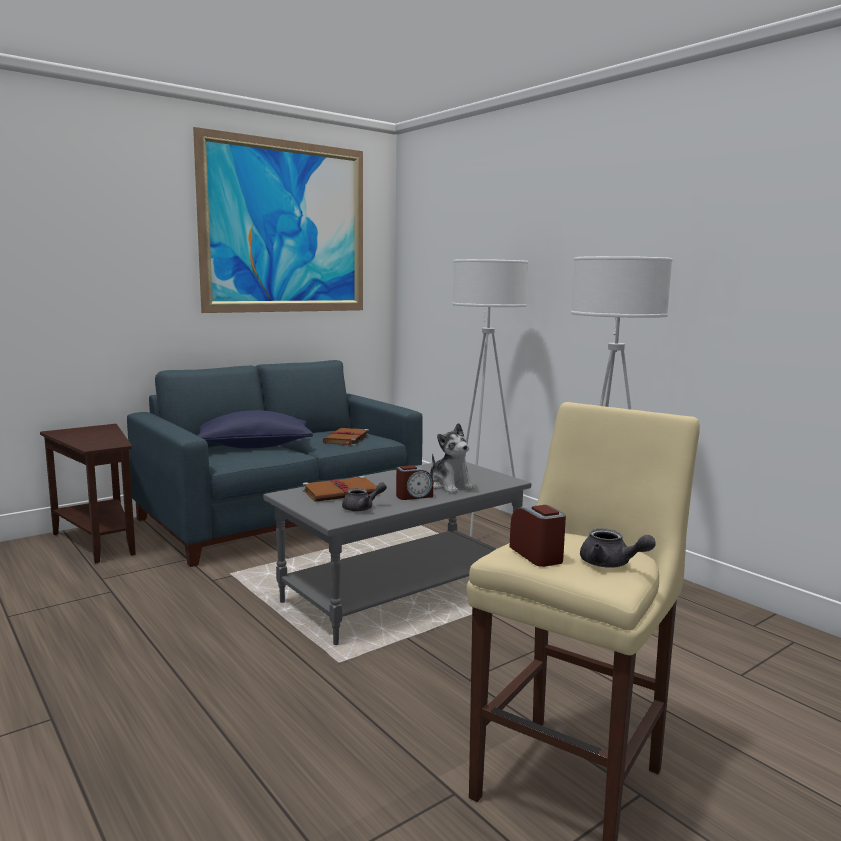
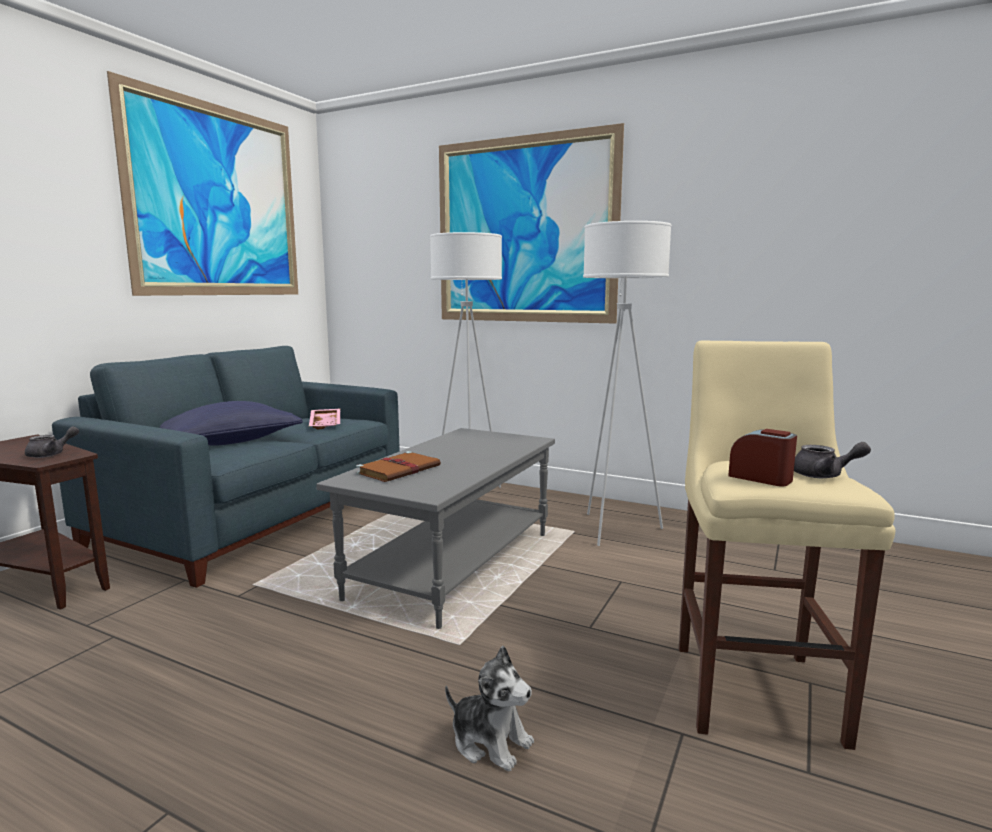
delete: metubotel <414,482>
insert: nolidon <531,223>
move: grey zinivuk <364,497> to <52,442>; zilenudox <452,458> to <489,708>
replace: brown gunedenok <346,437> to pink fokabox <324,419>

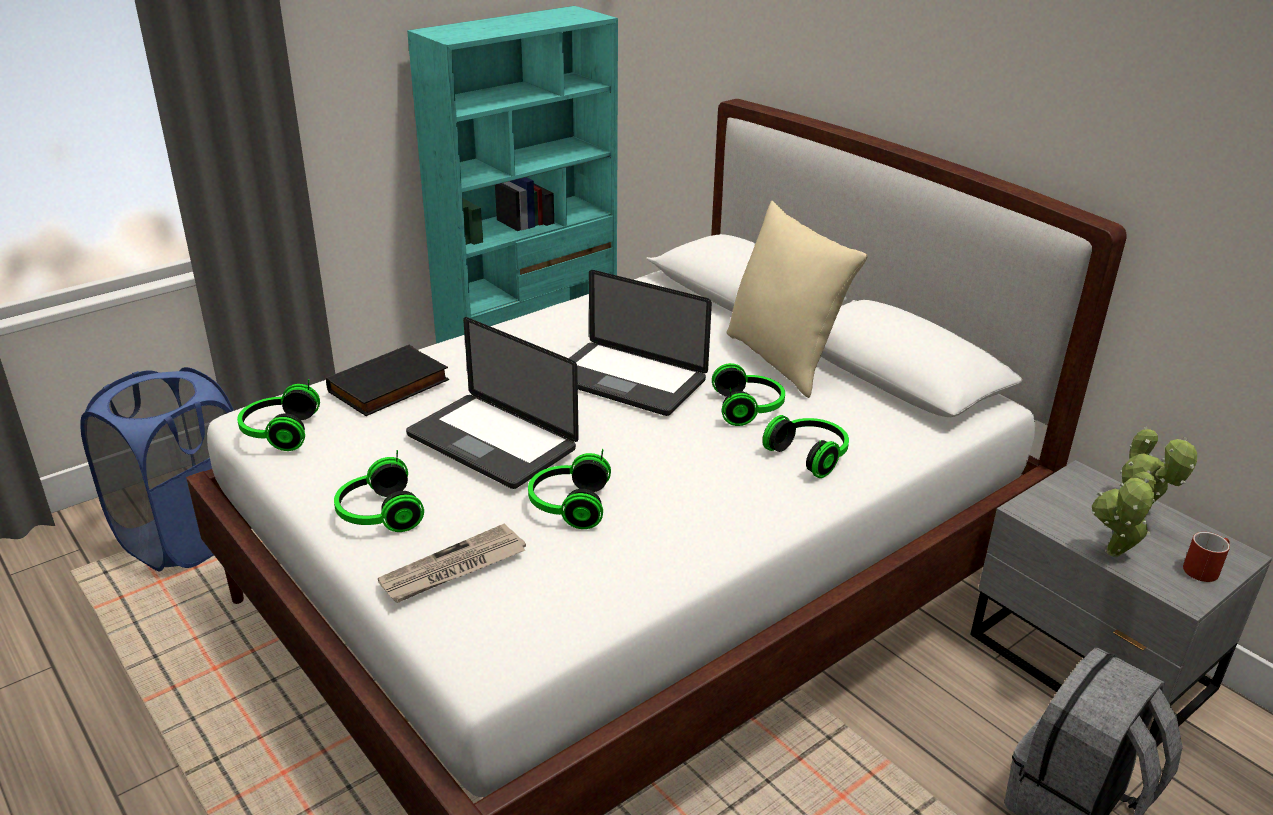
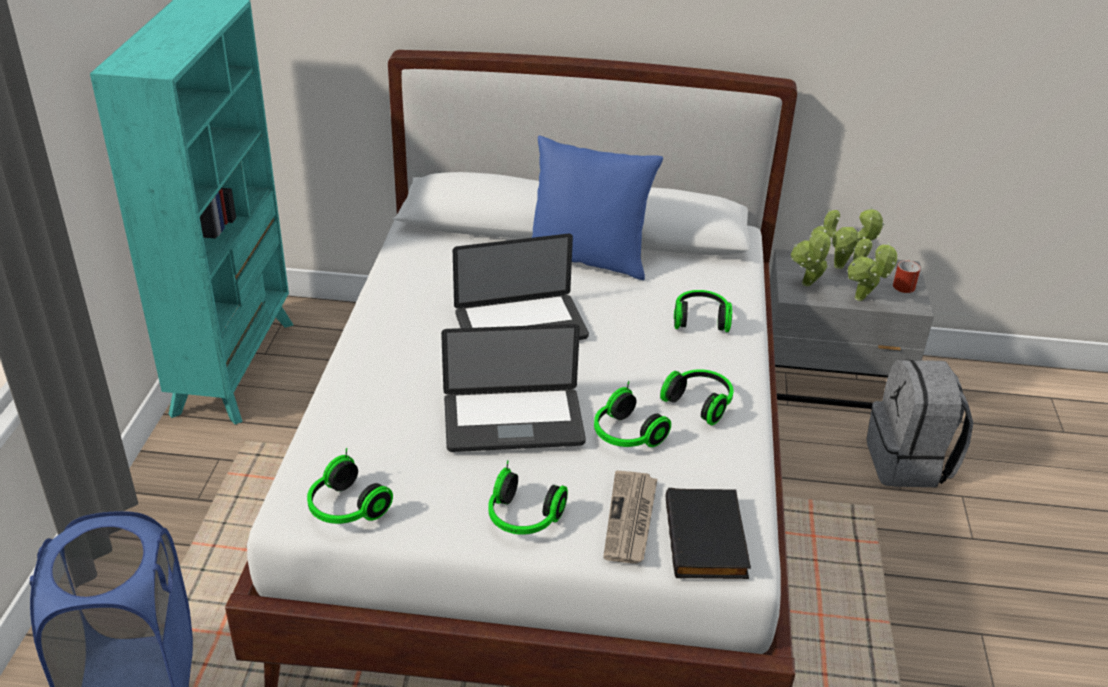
insert: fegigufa <811,256>
move: black gunedenok <387,380> to <708,533>; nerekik <748,394> to <697,397>
recolor: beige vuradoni <797,299> to blue vuradoni <597,207>

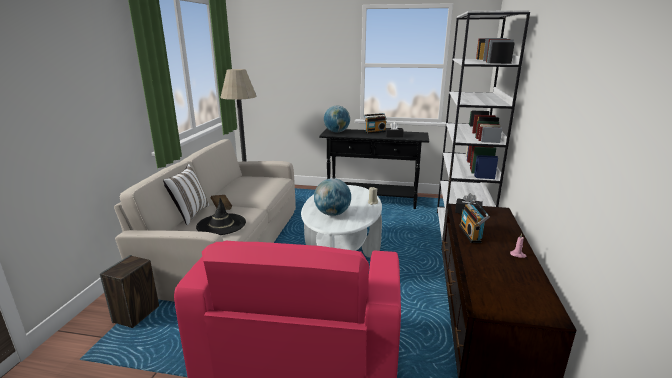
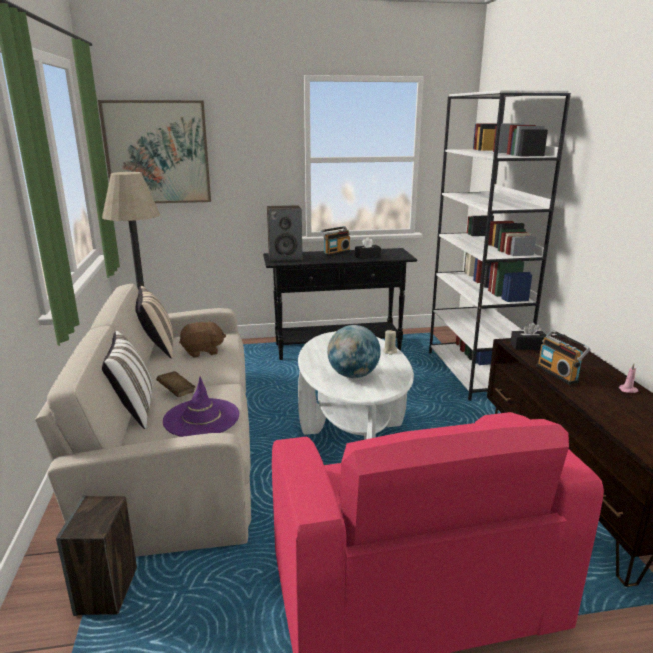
insert: nolidon <154,151>; beige vuradoni <154,322>; brown zilenudox <202,339>
replace: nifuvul <337,119> to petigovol <284,233>
recolor: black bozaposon <221,216> to purple bozaposon <201,407>

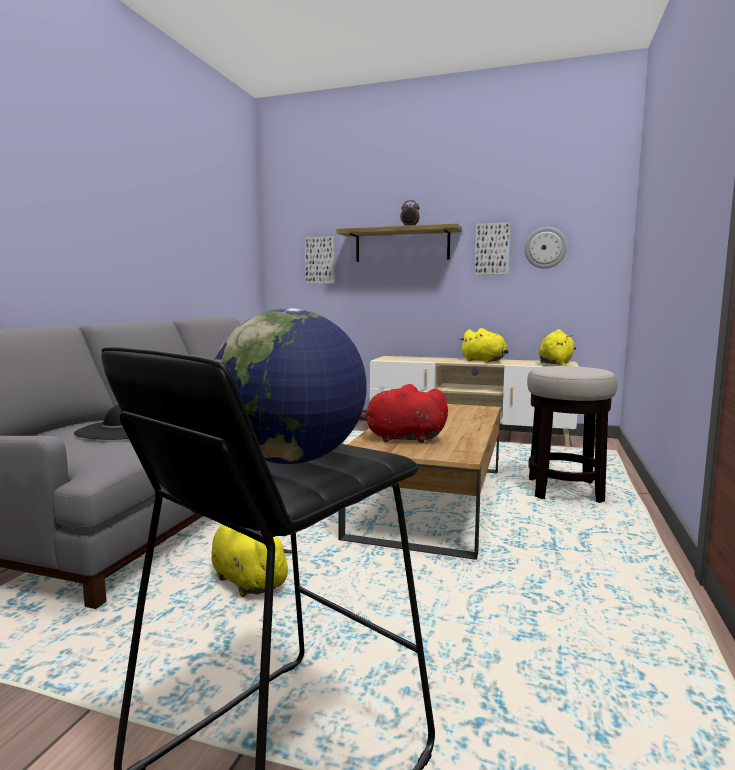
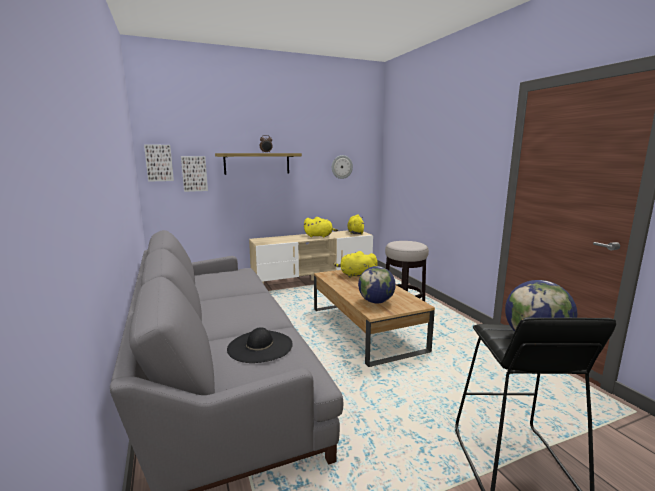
move: yellow zilenudox <251,560> to <355,264>; nolidon <492,248> to <159,163>
replace: red zilenudox <404,413> to nifuvul <377,284>

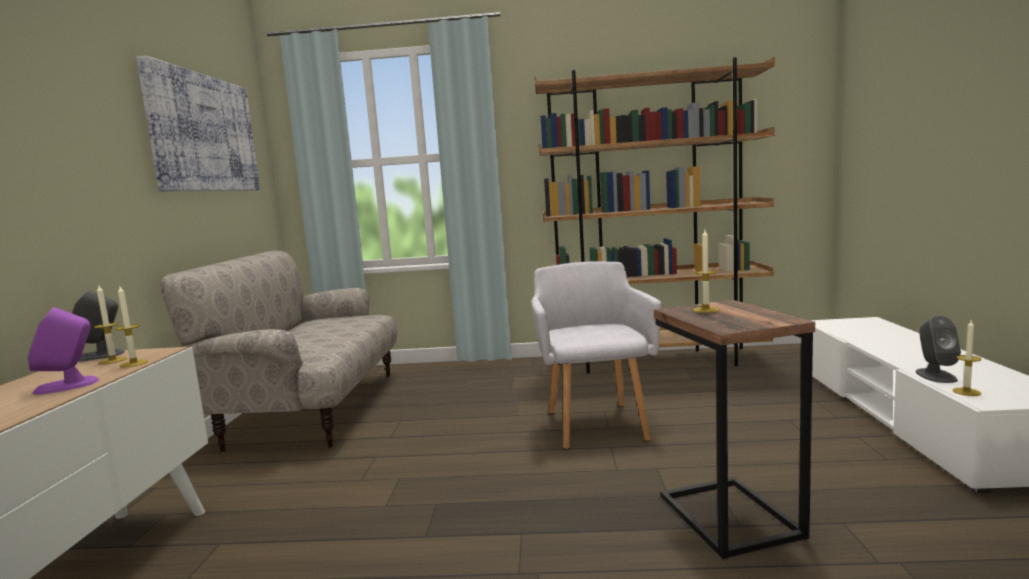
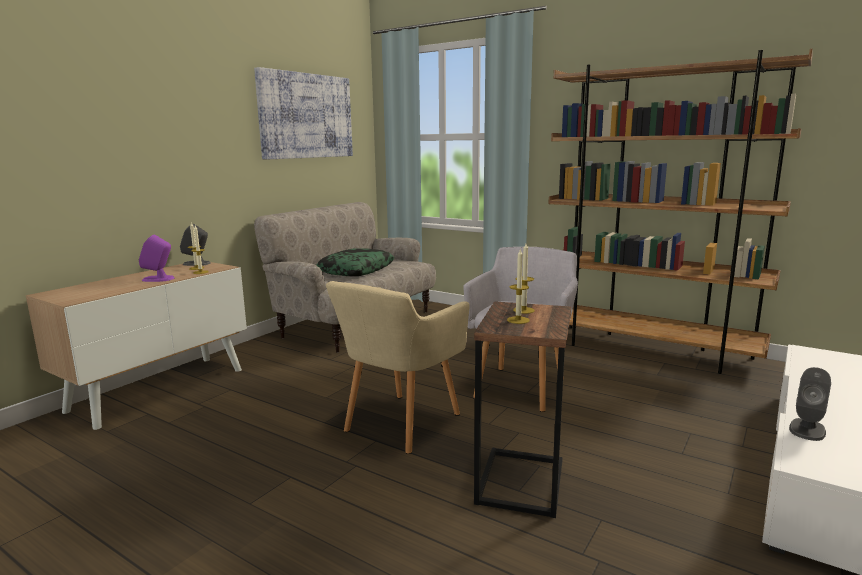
insert: vuradoni <355,262>; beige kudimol <398,367>
move: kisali <967,357> to <518,286>

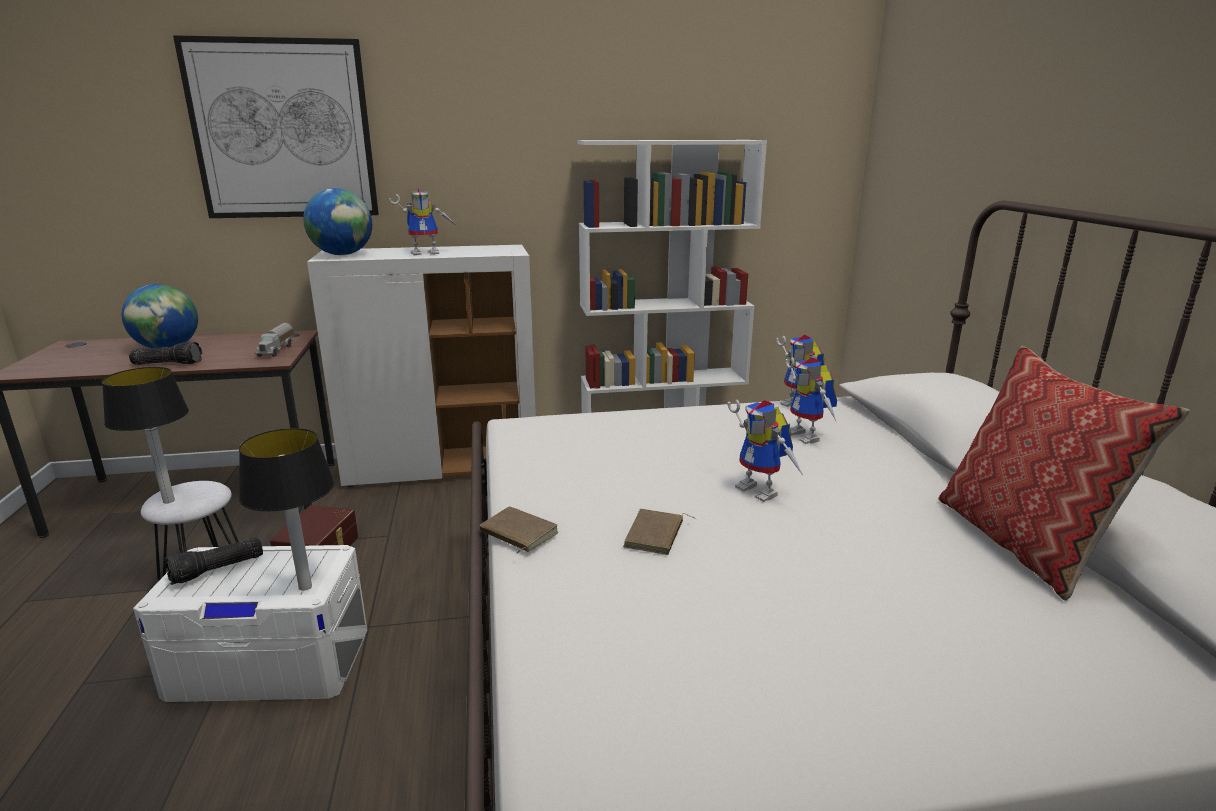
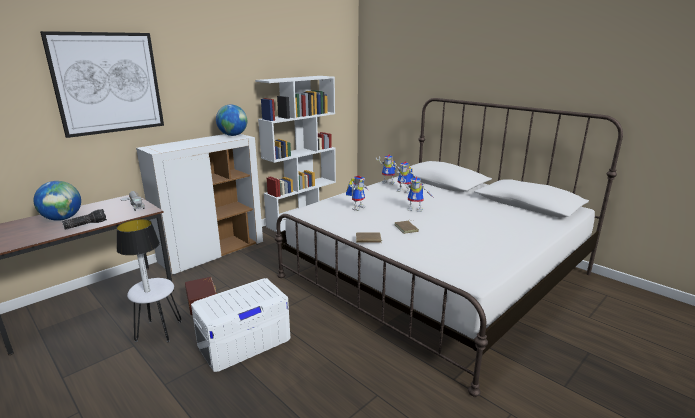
delete: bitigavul <214,561>; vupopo <286,509>; vuradoni <1064,473>
move: nifuvul <337,221> to <231,120>; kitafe <423,221> to <357,193>

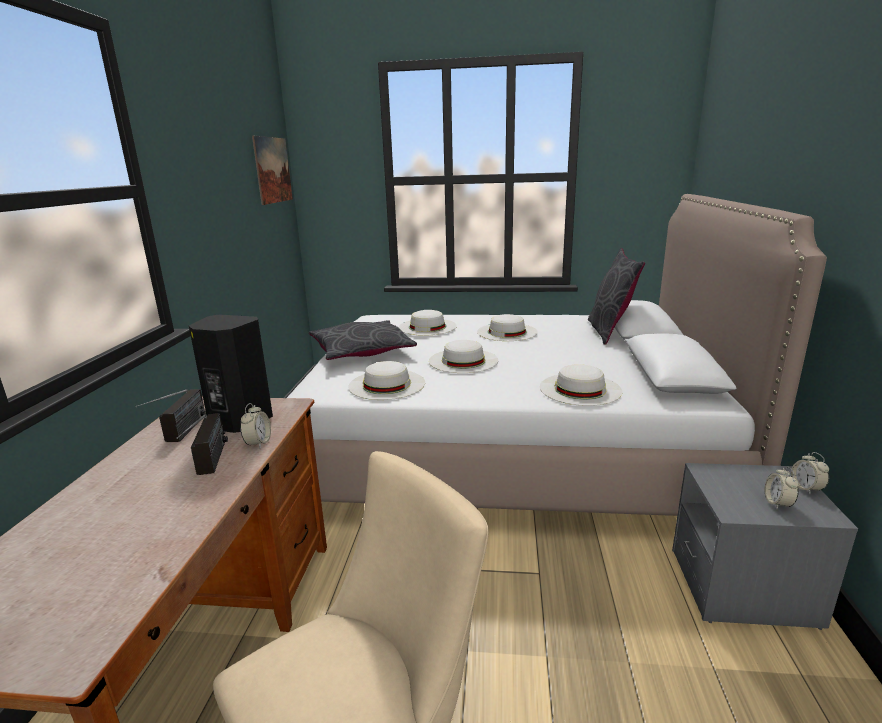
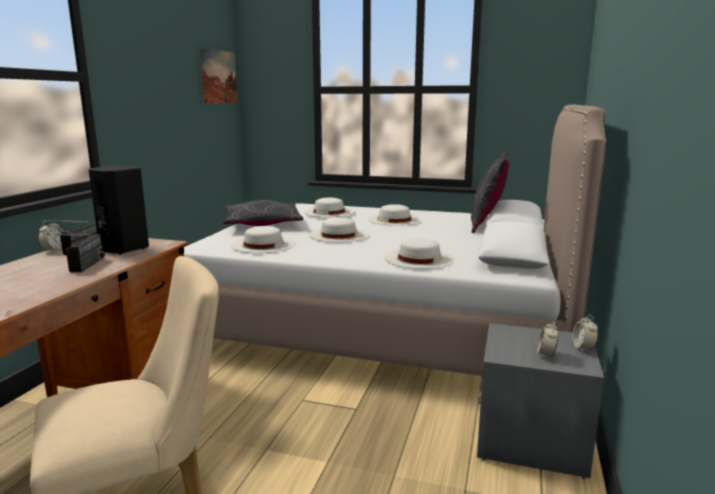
move: metubotel <255,425> to <51,237>

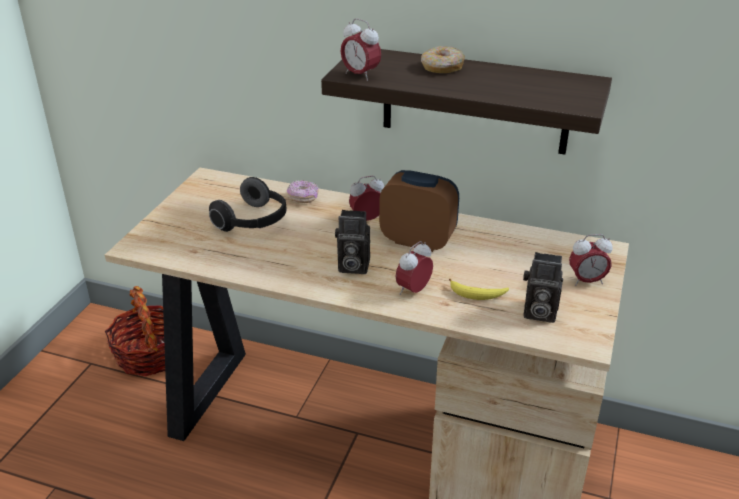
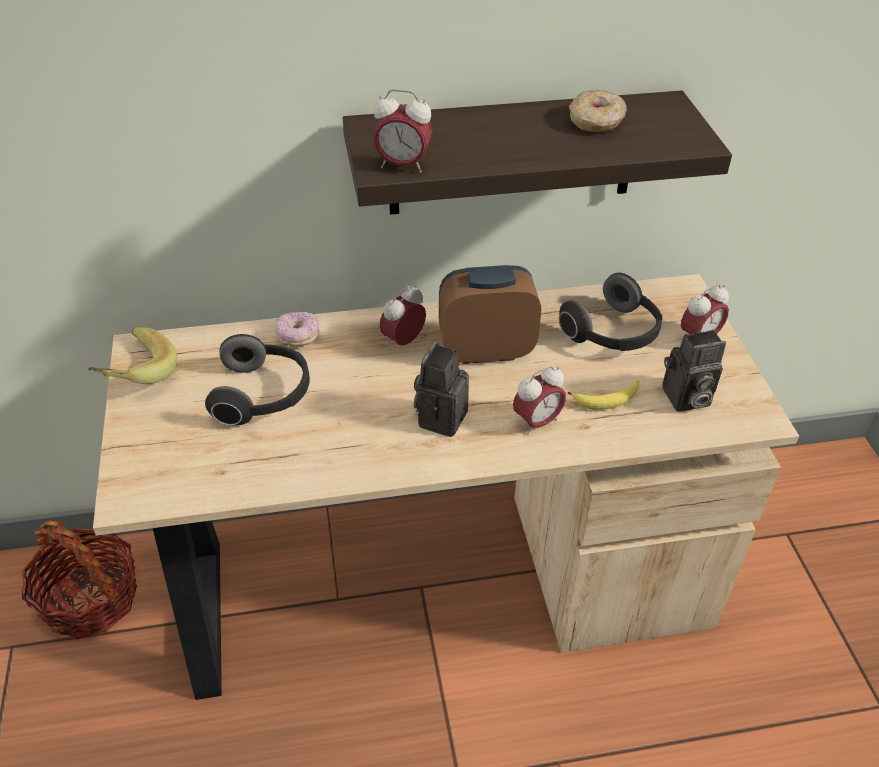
insert: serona <132,355>; nerekik <610,312>
move: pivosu <443,59> to <598,111>
rotate: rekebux <352,242> = <441,389> 135 degrees clockwise; metubotel <414,268> = <539,400> 135 degrees counterclockwise

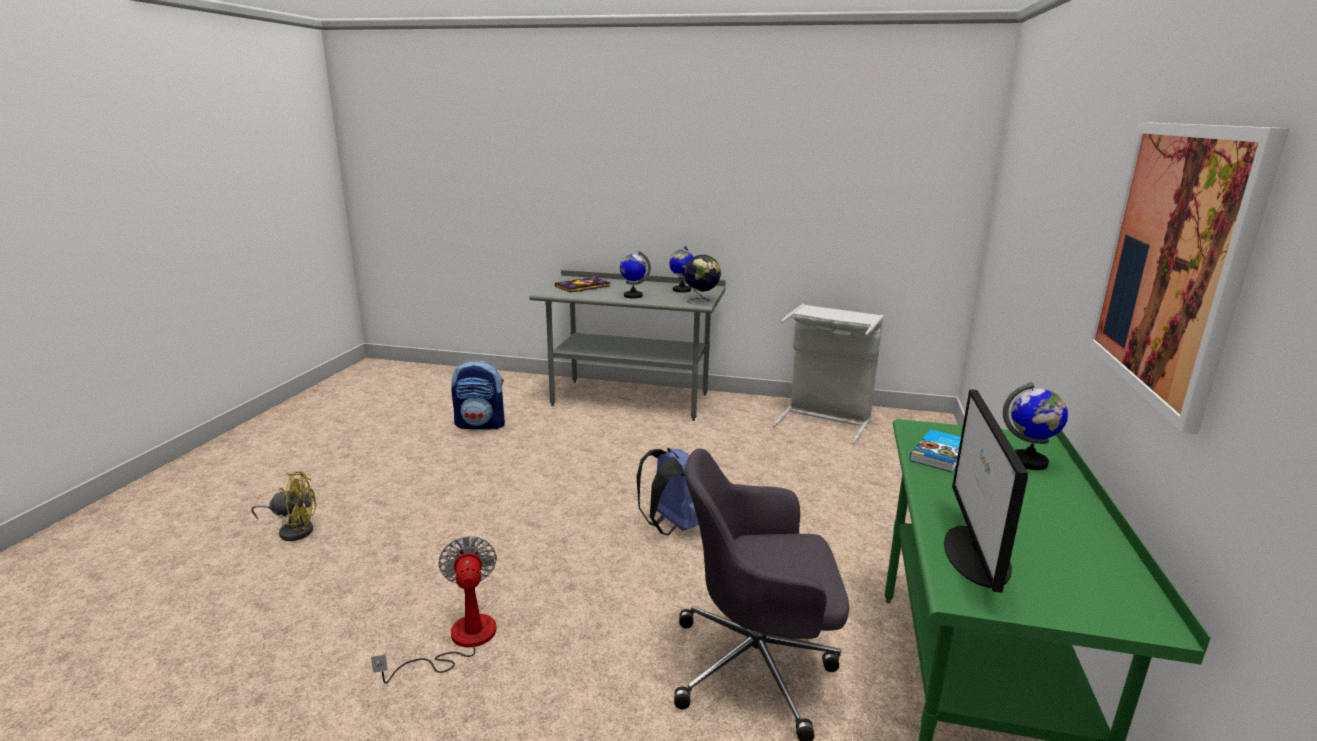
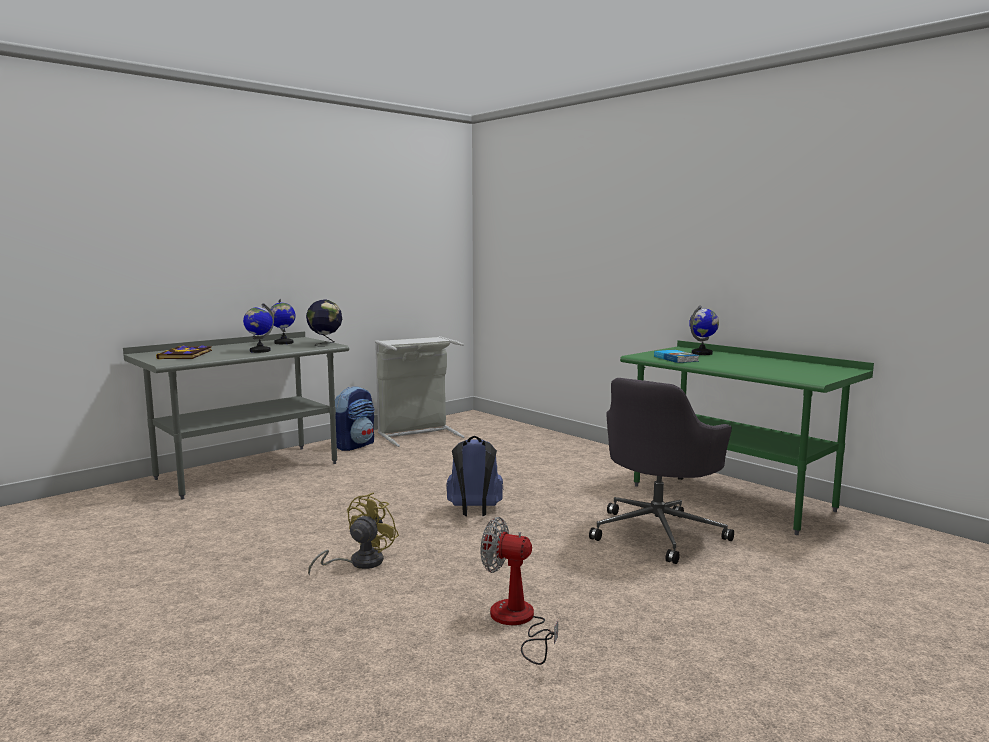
delete: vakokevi <986,491>; nolidon <1188,278>
move: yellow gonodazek <284,506> to <353,534>; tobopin <478,394> to <354,418>

